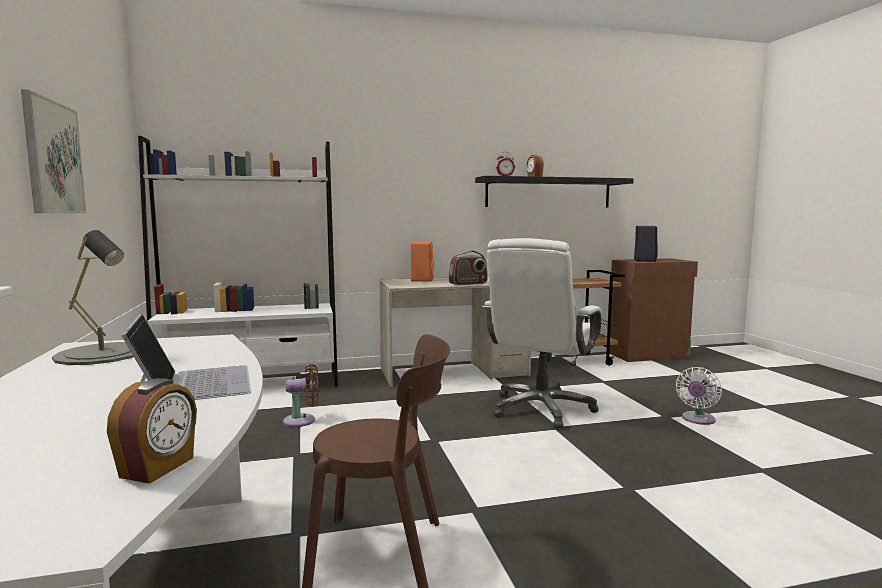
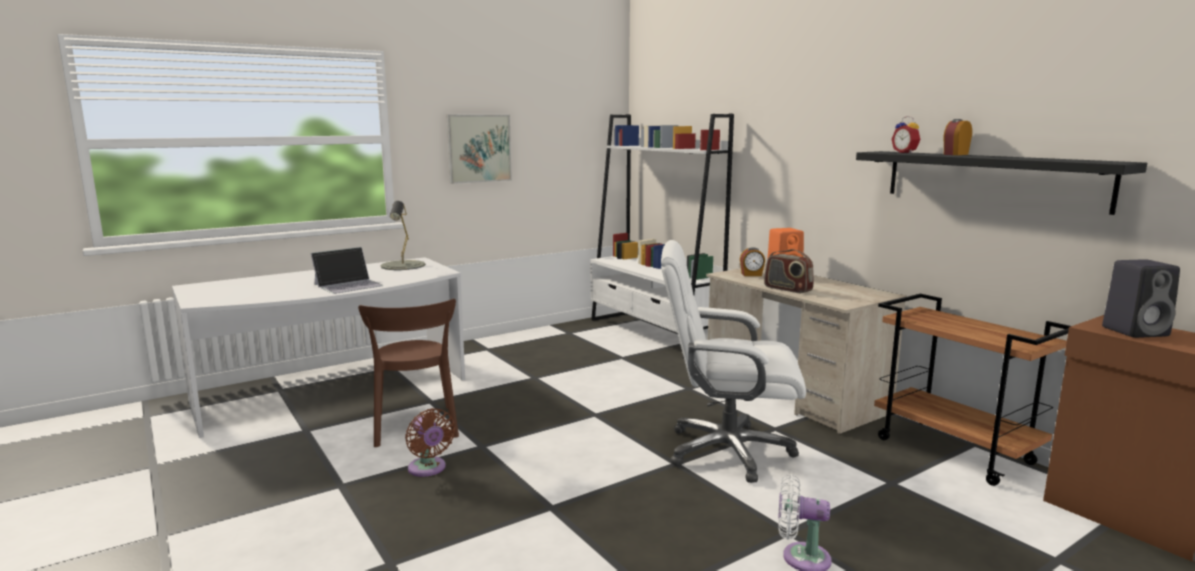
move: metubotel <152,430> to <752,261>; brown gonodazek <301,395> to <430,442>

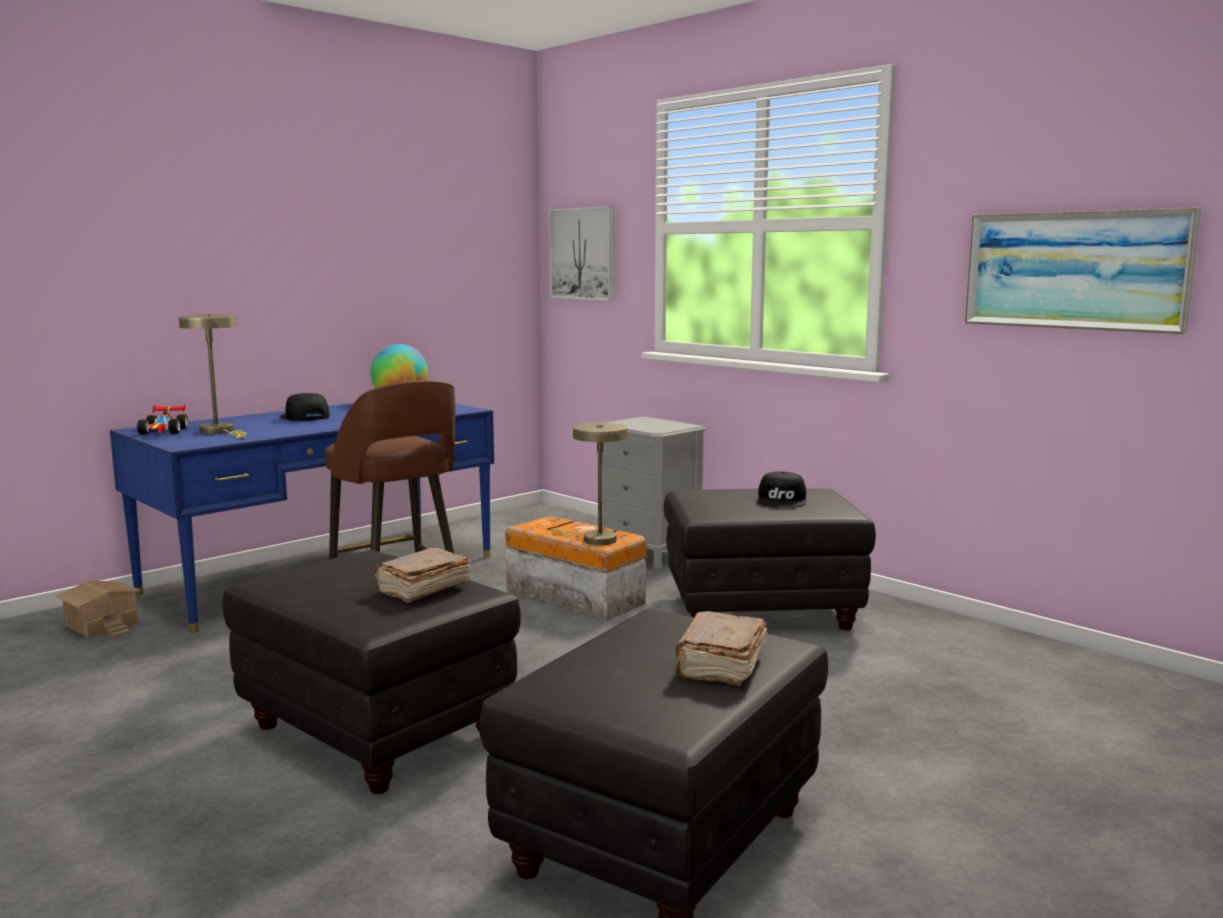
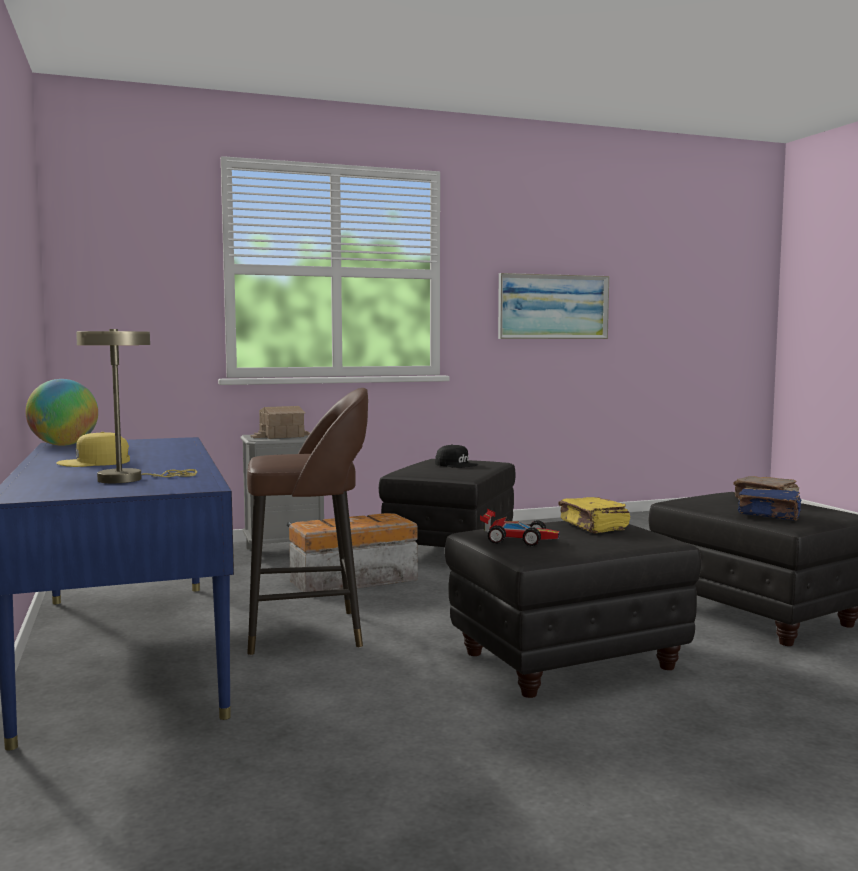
delete: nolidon <581,253>; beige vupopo <589,484>
insert: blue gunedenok <769,504>
move: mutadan <98,609> to <280,422>; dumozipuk <162,419> to <520,527>
recolor: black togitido <304,407> to yellow togitido <93,449>; brown gunedenok <422,575> to yellow gunedenok <594,515>

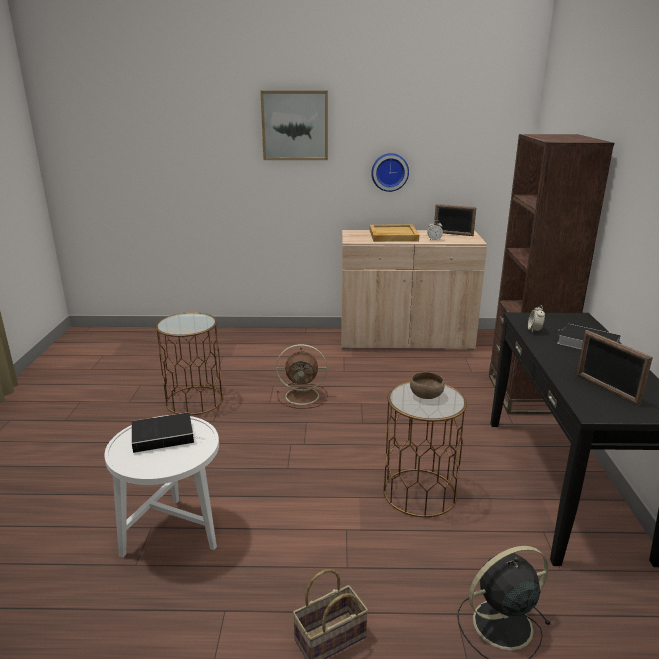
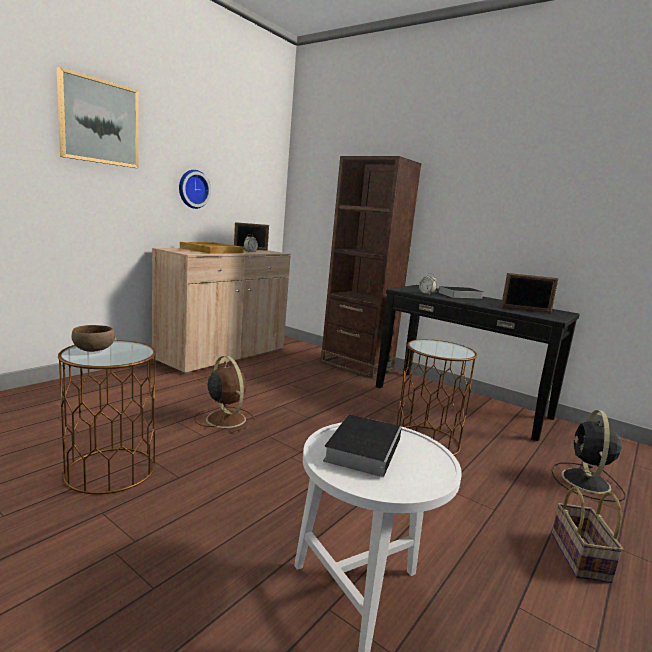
move: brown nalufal <427,385> to <93,338>
rotate: brown gonodazek <302,376> = <224,394> 75 degrees counterclockwise

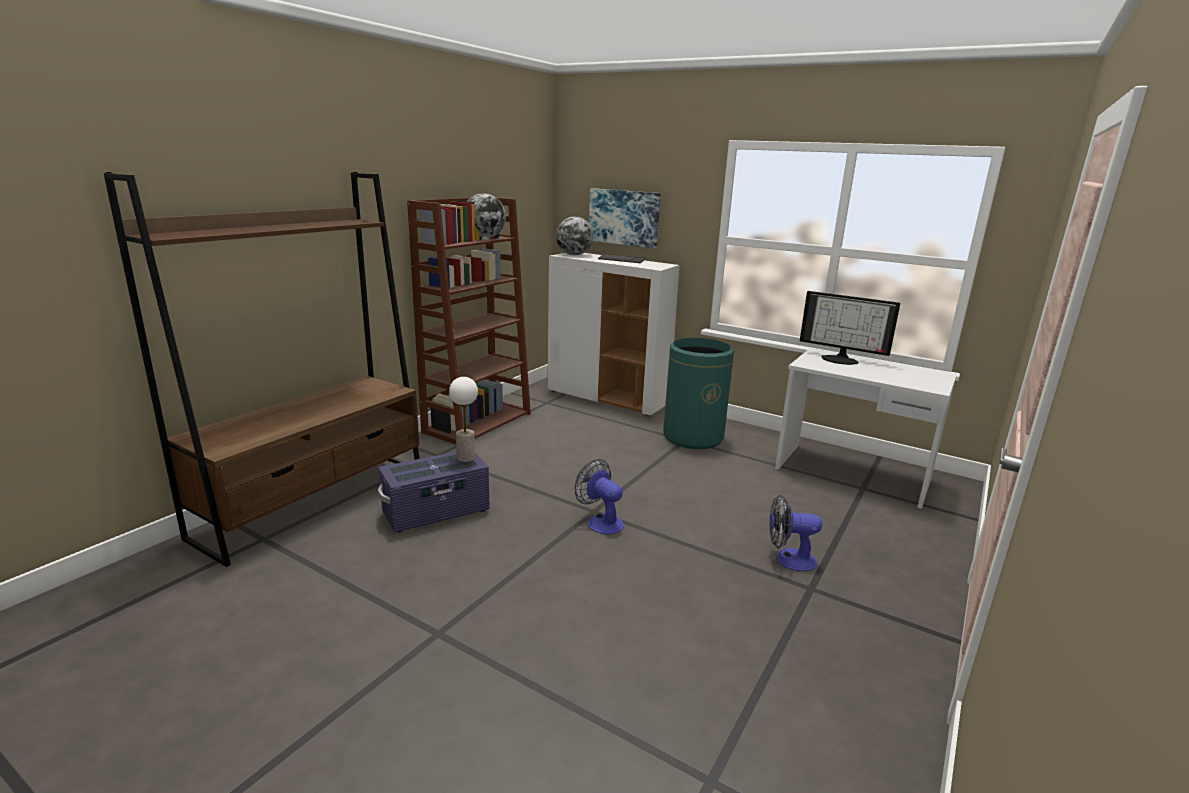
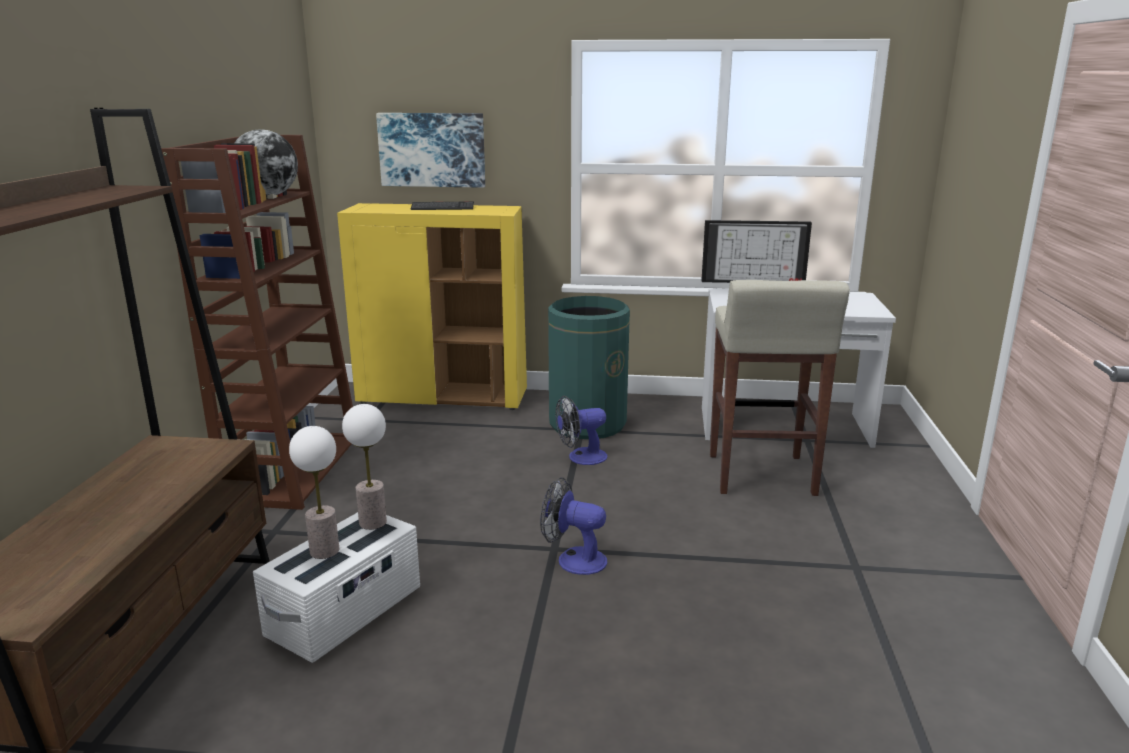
delete: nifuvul <575,236>
insert: vupopo <314,492>; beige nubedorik <780,388>
move: gonodazek <795,533> to <581,430>
recolor: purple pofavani <434,492> to white pofavani <336,587>; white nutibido <613,335> to yellow nutibido <432,306>

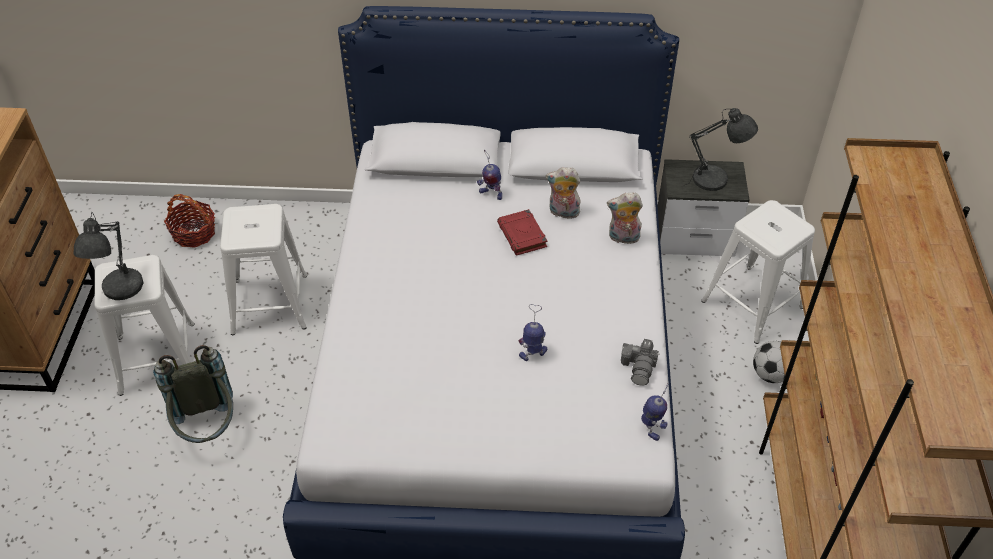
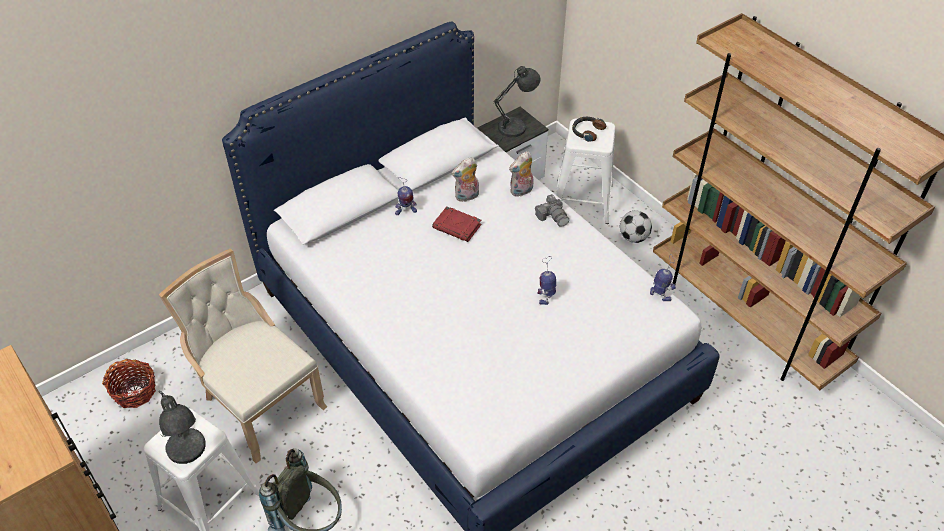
insert: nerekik <589,129>
move: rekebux <640,362> to <552,210>
replace: white nubedorik <263,269> to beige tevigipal <243,356>

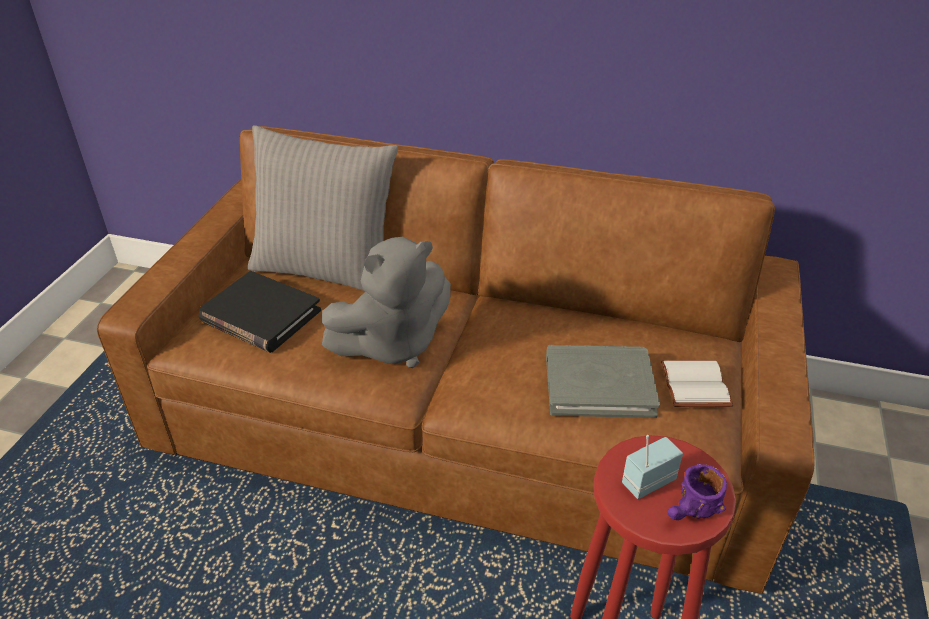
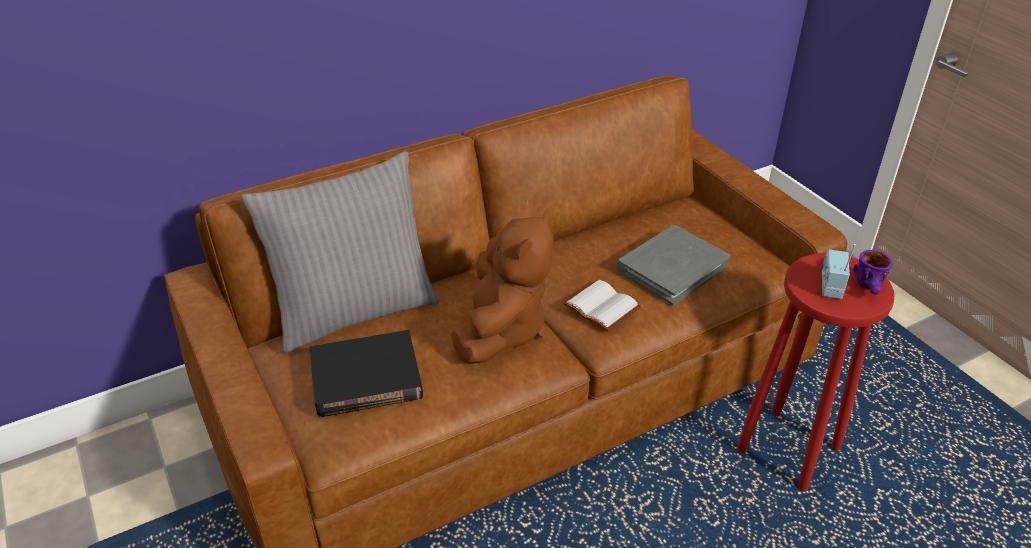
move: white gunedenok <697,383> to <602,306>
recolor: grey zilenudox <386,302> to brown zilenudox <502,287>

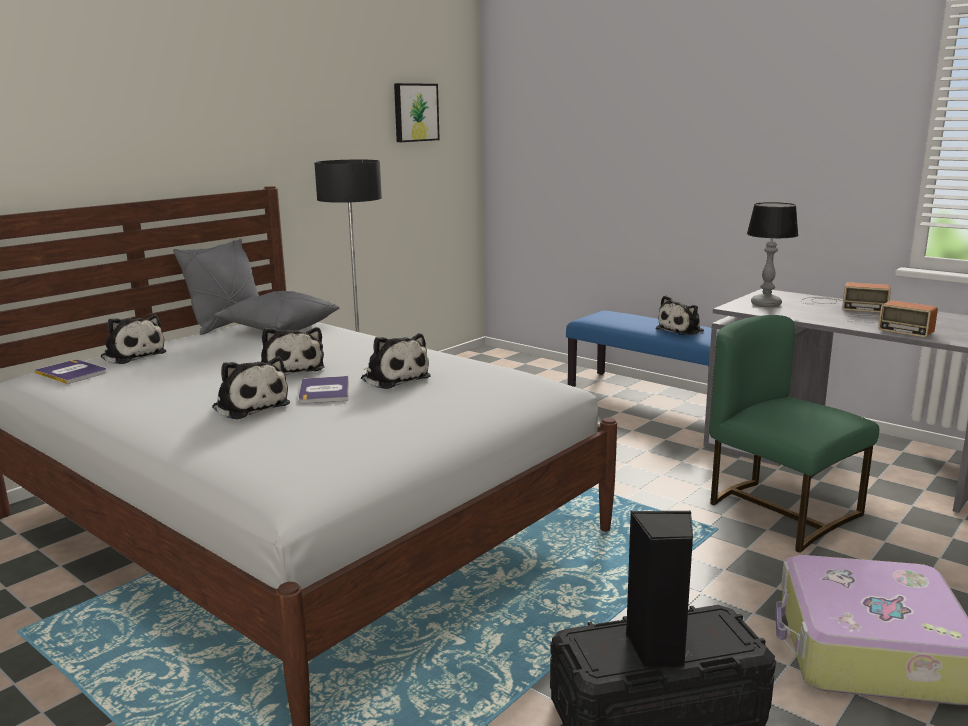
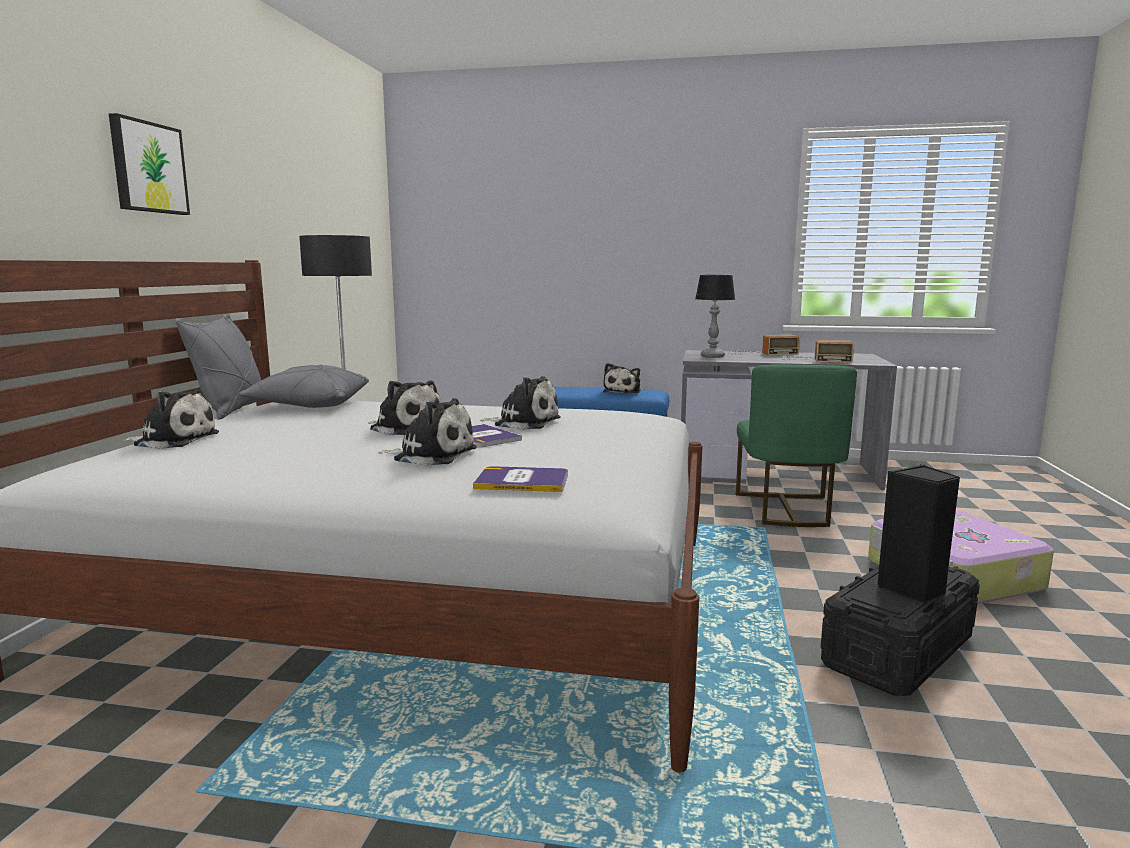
move: gunedenok <71,372> to <520,479>; nolidon <417,112> to <149,164>
rotate: green tevigipal <794,434> = <796,446> 105 degrees counterclockwise

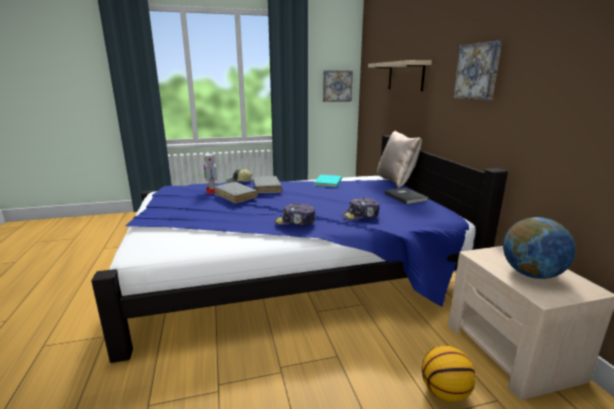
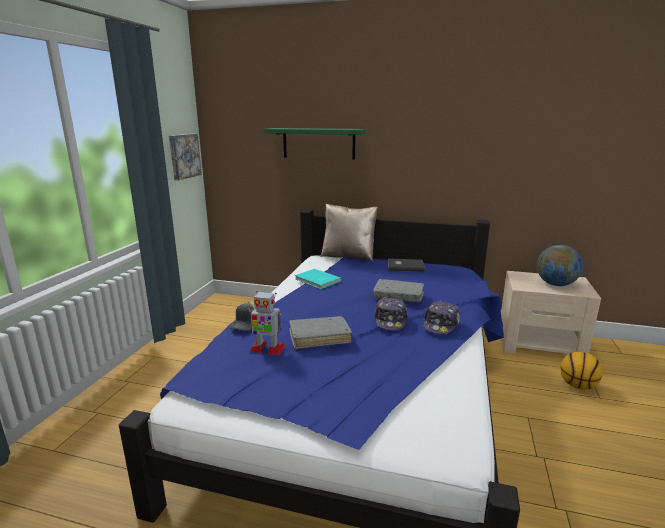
delete: nolidon <477,71>
move: grey gunedenok <267,184> to <398,290>; togitido <360,209> to <391,313>
recolor: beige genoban <400,75> to green genoban <315,144>

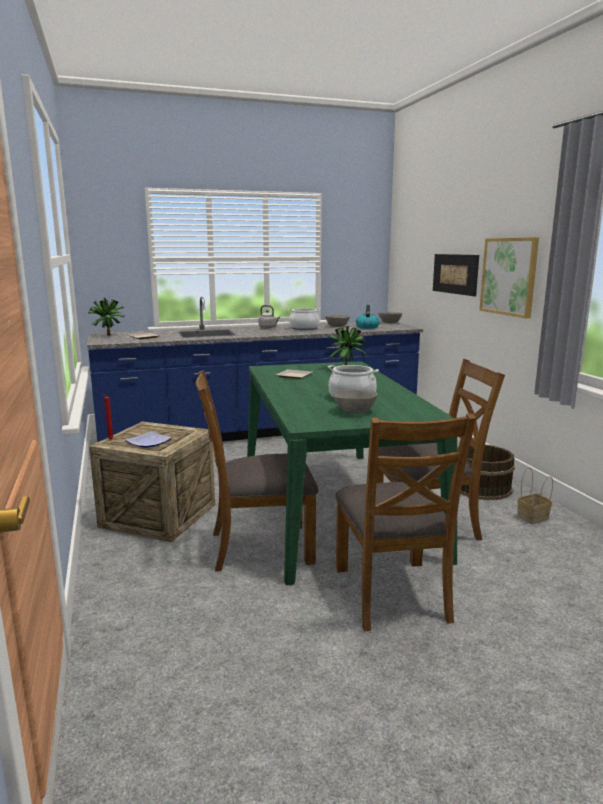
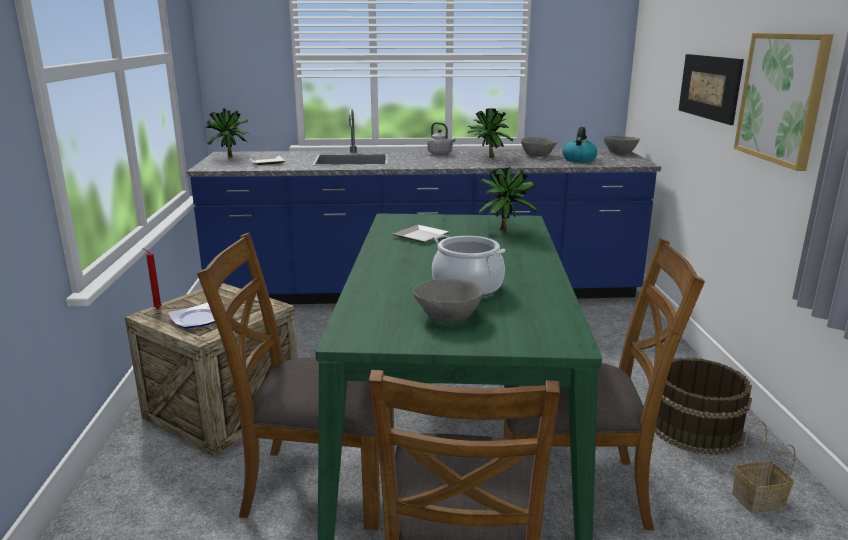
replace: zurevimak <304,319> to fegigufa <490,133>

